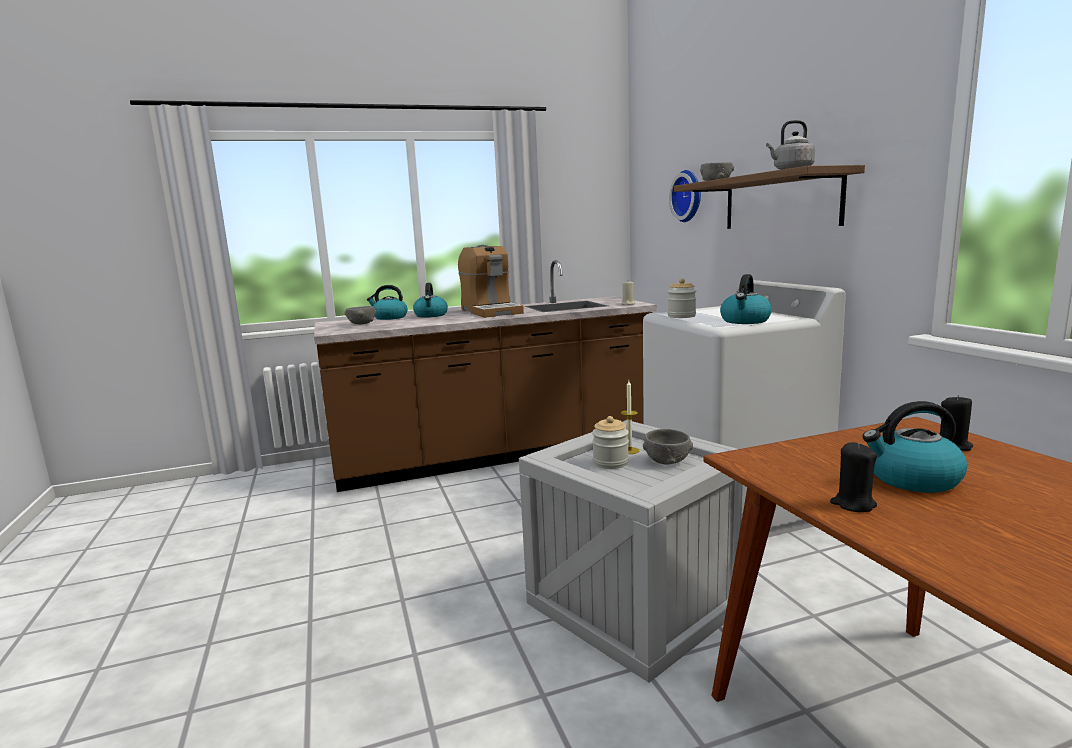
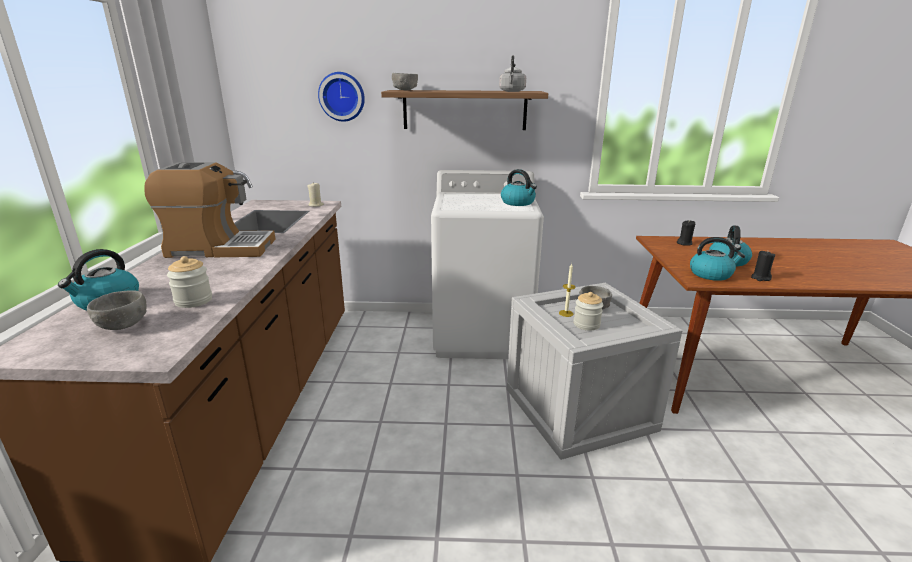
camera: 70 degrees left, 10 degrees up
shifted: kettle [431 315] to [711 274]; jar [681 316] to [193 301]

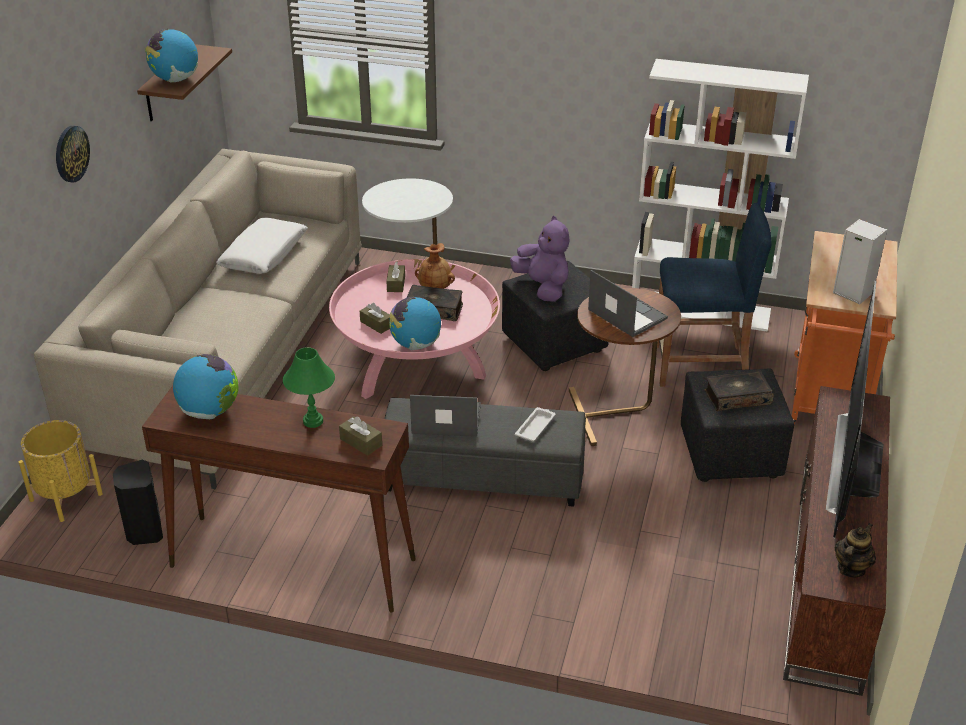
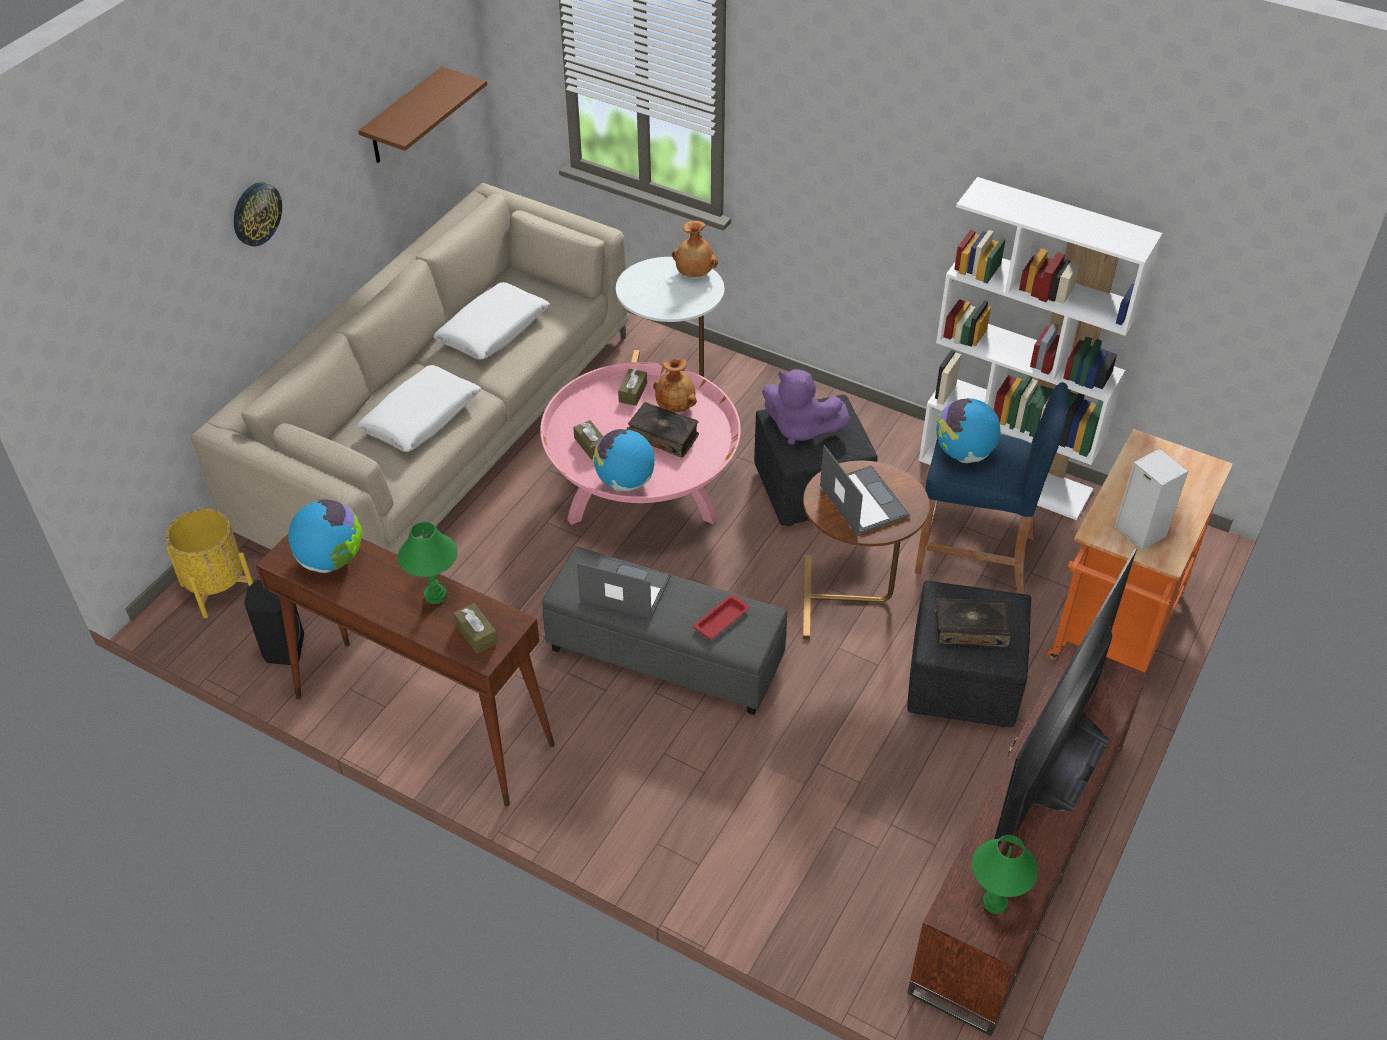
camera: 15 degrees right, 10 degrees up
new: white pillow [421 418]; brown vase [694 273]
shifted: globe [175 80] to [963 453]
swapped: teapot [850 568] to green table lamp [995 902]
repainted: white tray [535 427] to red tray [722 619]
rotated: purple plush toy [543 287] = [800 428] 135 degrees clockwise

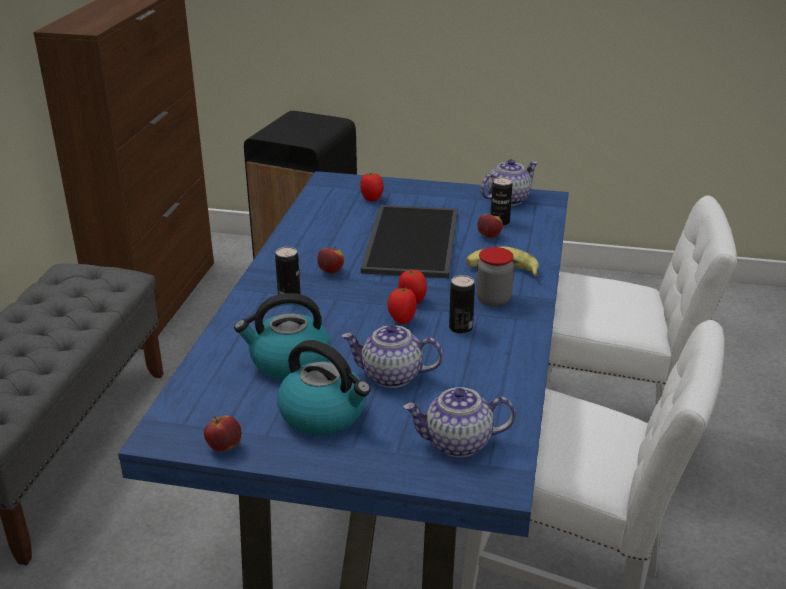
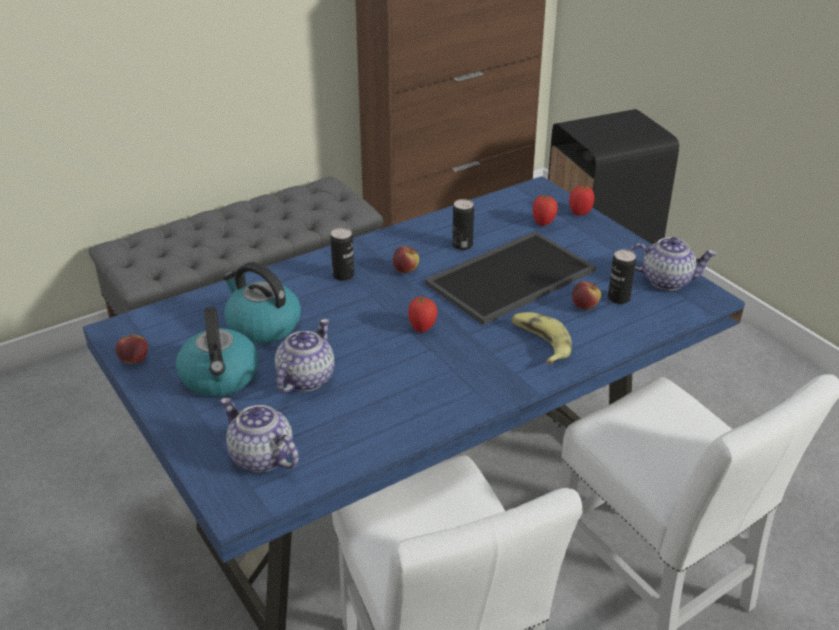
camera: 45 degrees right, 5 degrees up
gone: jar [493 299]
shifted: tomato [401 320] to [580 212]; can [460 328] to [462 245]
rotated: teapot [391 376] = [305 378] 60 degrees clockwise

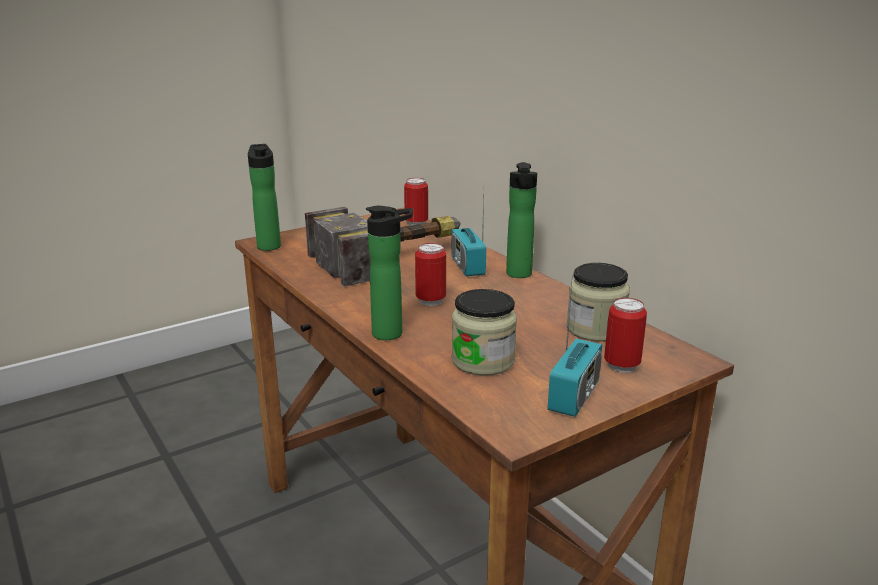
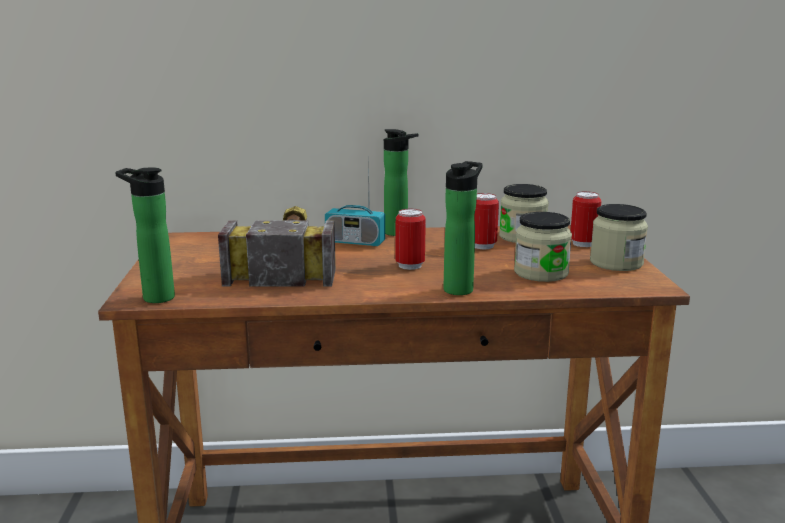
camera: 60 degrees left, 5 degrees down
shifted: can [416 223] to [482 246]
swapped: radio [574 396] to jar [616 263]

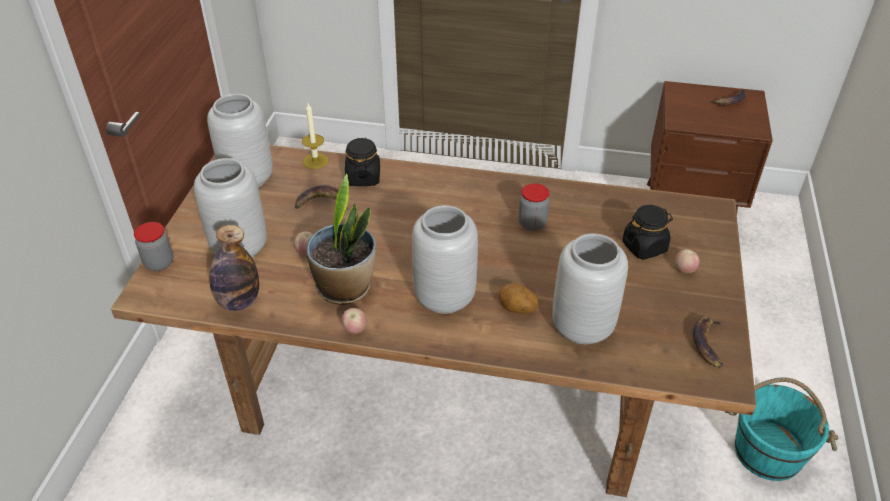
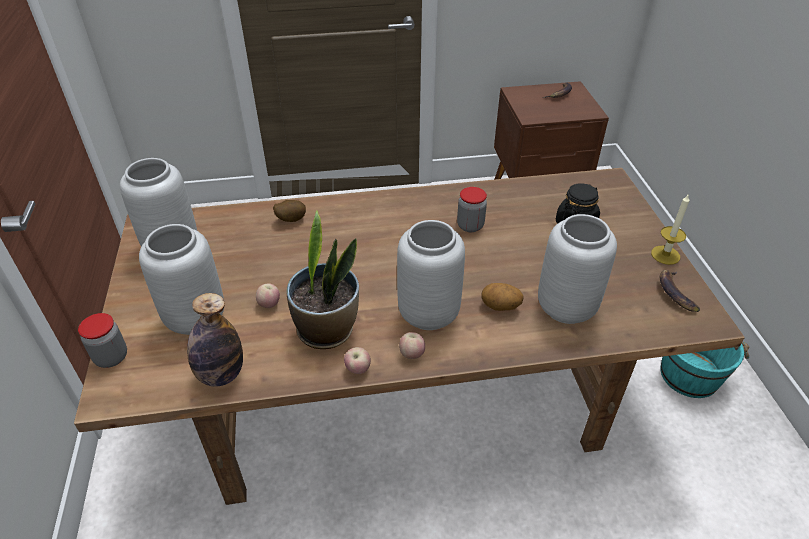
camera: 20 degrees left, 0 degrees up
gone: banana [322 202]
shifted: candle [315 161] to [665 255]; apple [684 270] to [412 354]
swapped: black jar [363 177] to potato [291 219]

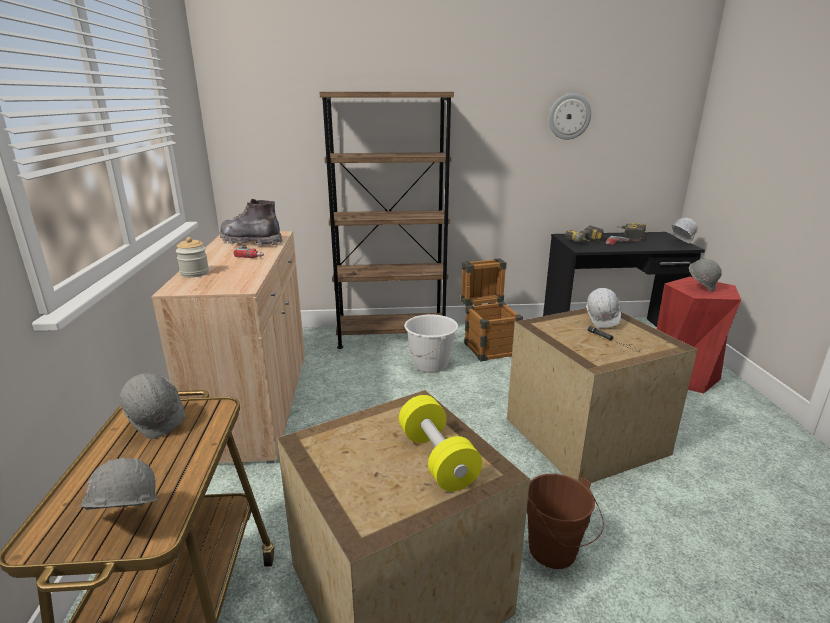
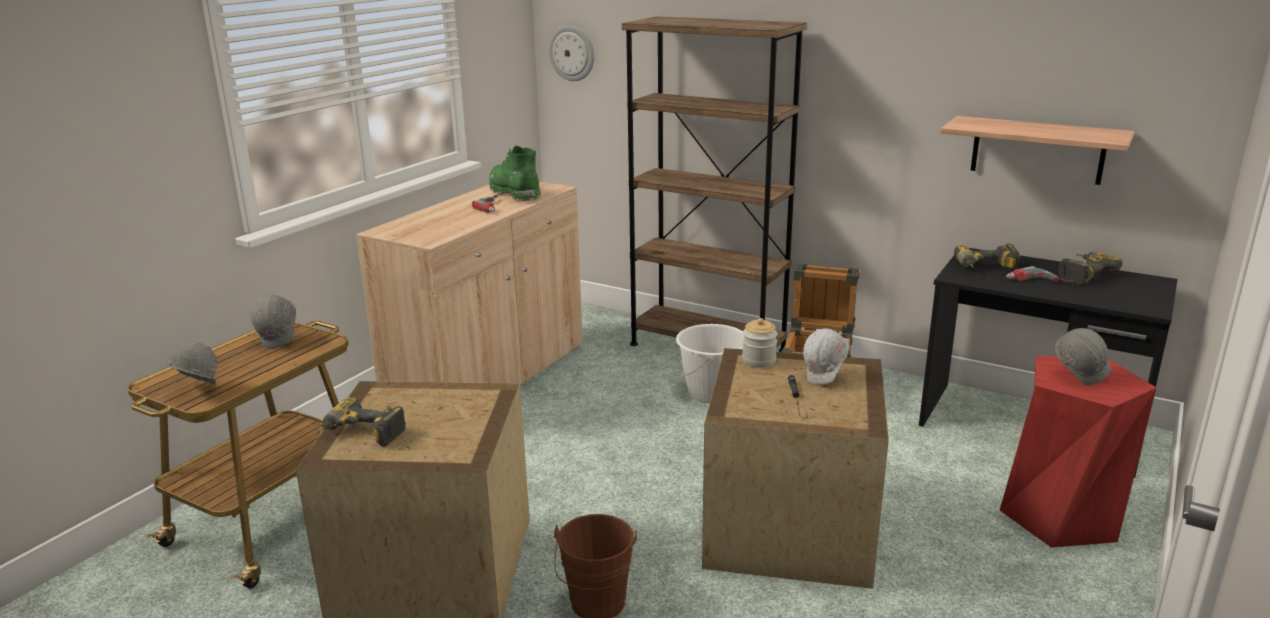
camera: 35 degrees right, 0 degrees up
gone: yellow dumbbell [437 459]; white hard hat [680 244]
new: power drill [360 436]; shelf [1037 150]
shifted: jar [195 273] to [759 360]; wall clock [569 116] to [572 53]
repainted: grey boot [251 242] to green boot [515 193]

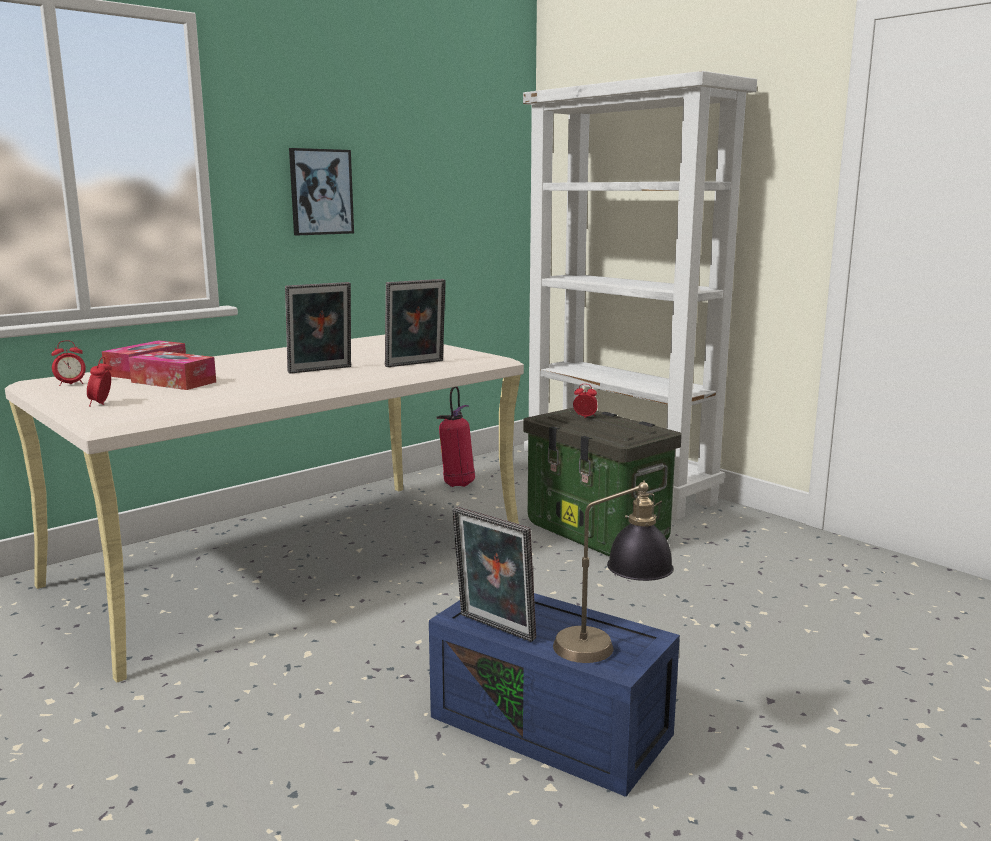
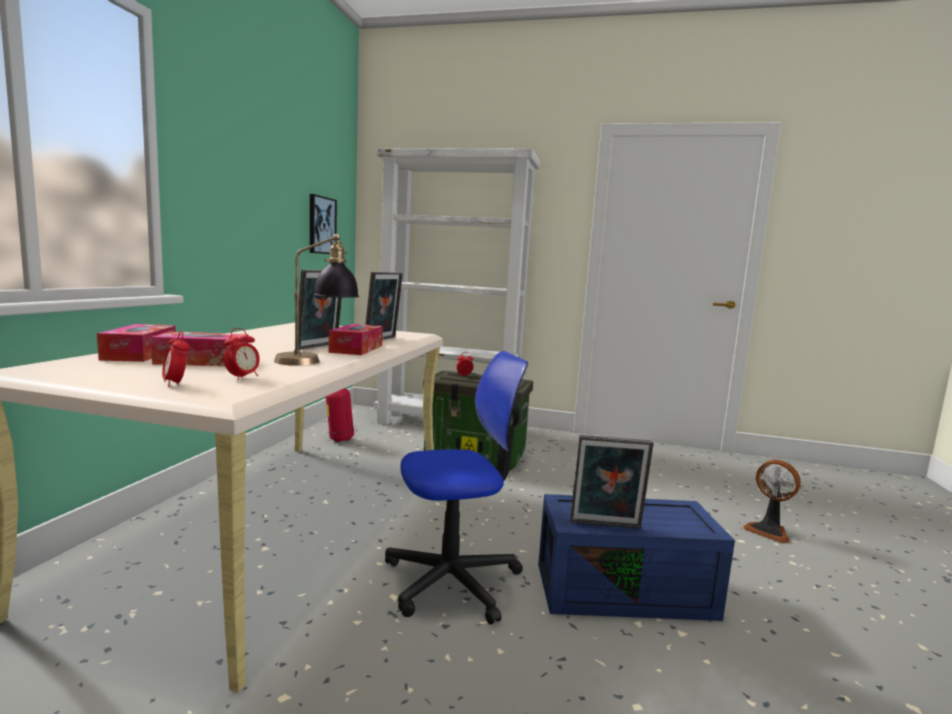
camera: 35 degrees left, 5 degrees down
new: tissue box [356 349]; office chair [452 580]; fan [769 531]
shifted: alarm clock [71 384] to [242 377]; picture [320 192] to [321 225]; table lamp [610 651] to [317 361]

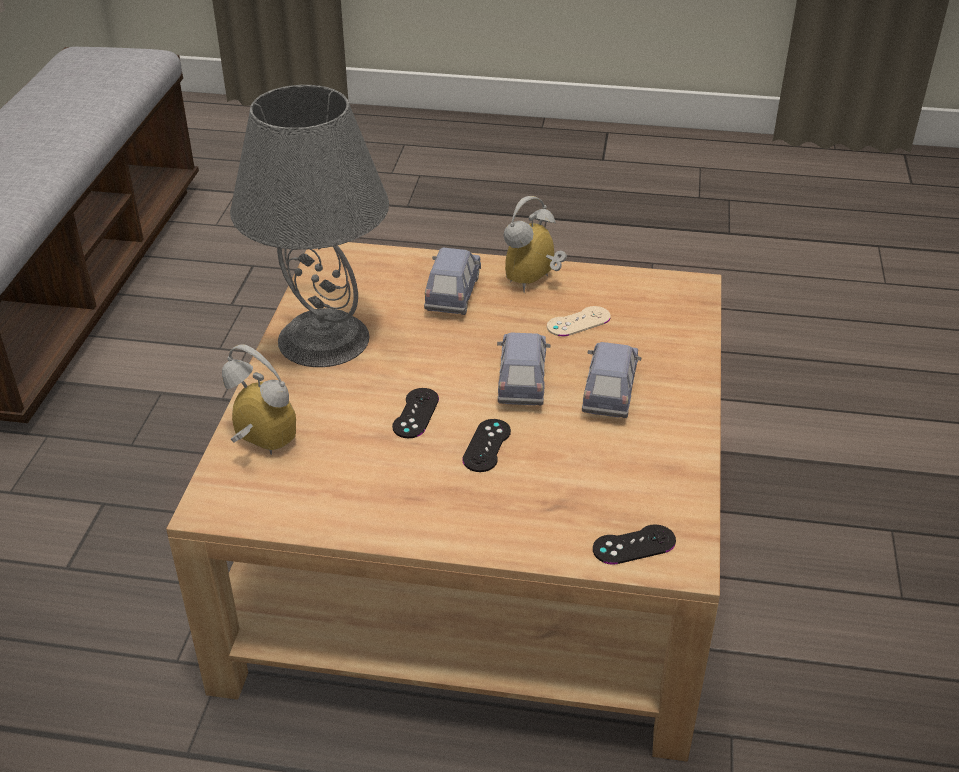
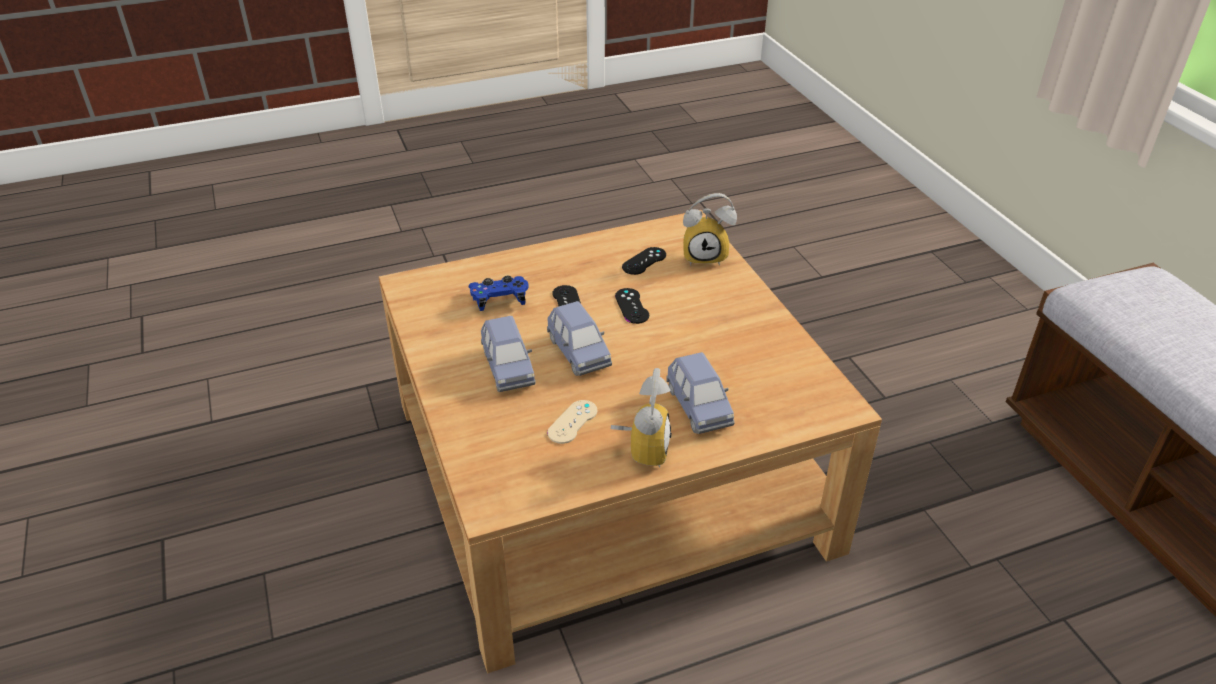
camera: 150 degrees right, 0 degrees up
gone: grey table lamp [325 338]
new: blue game controller [499 300]
shifted: black game controller [634 545] to [644 261]

